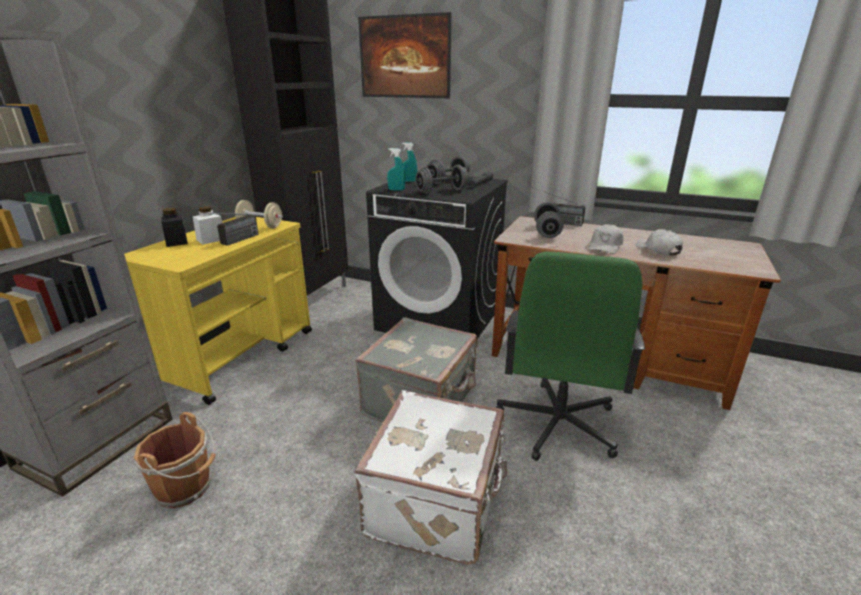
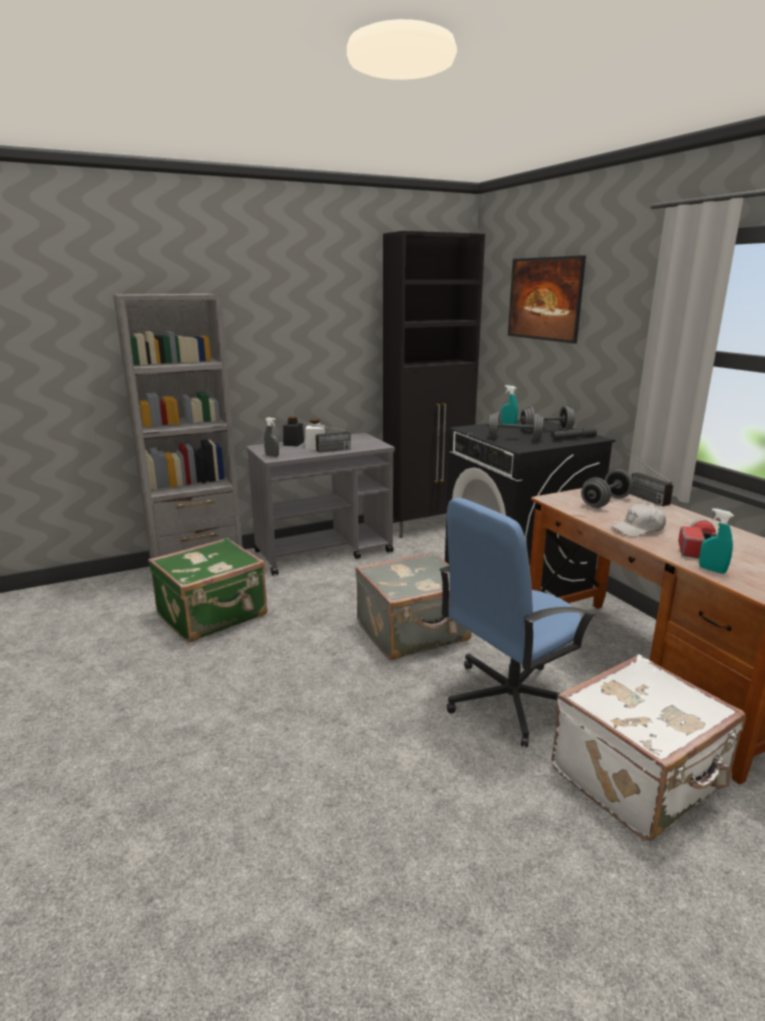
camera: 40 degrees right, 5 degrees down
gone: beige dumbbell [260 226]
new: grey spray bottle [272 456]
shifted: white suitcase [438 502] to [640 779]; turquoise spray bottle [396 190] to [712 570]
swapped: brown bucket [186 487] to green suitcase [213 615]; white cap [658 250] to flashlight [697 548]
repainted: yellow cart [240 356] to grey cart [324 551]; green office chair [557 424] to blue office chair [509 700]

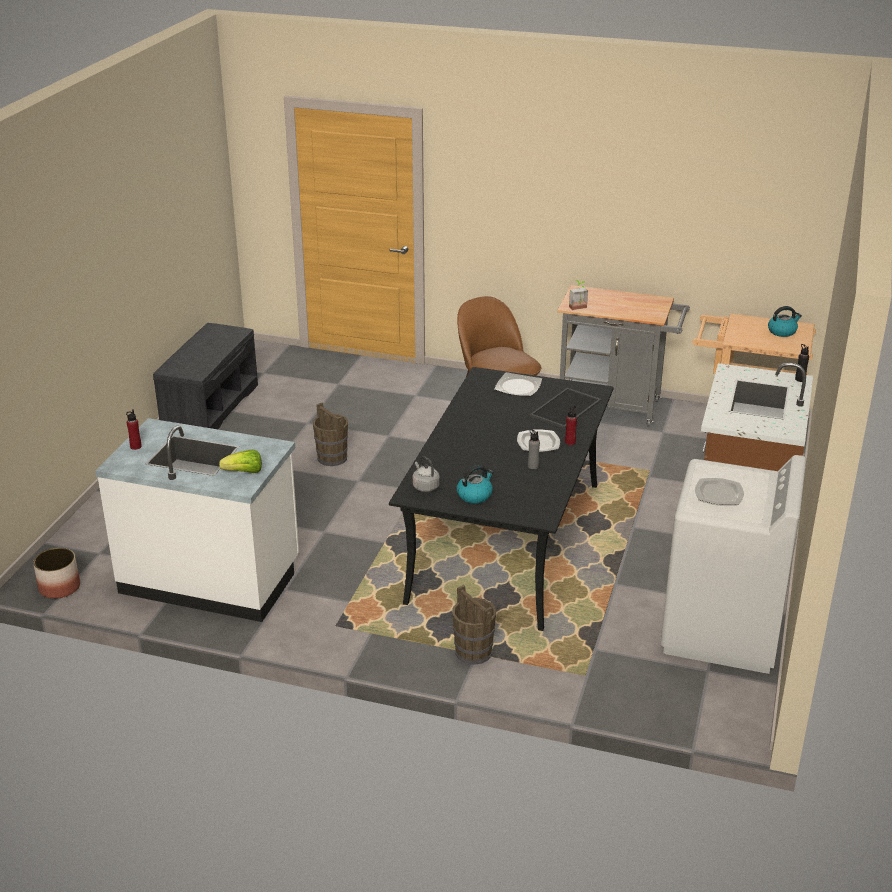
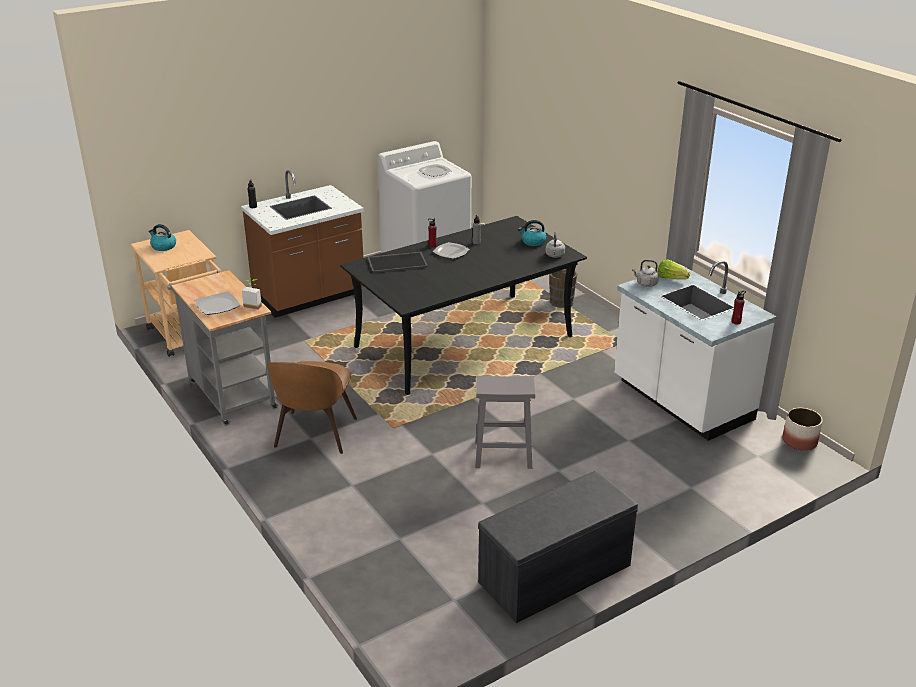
camera: 140 degrees left, 0 degrees up
new: grey kettle [645 283]
shifted: plate [518 387] to [217 305]
swapped: brown bucket [332 458] to grey stool [502 455]

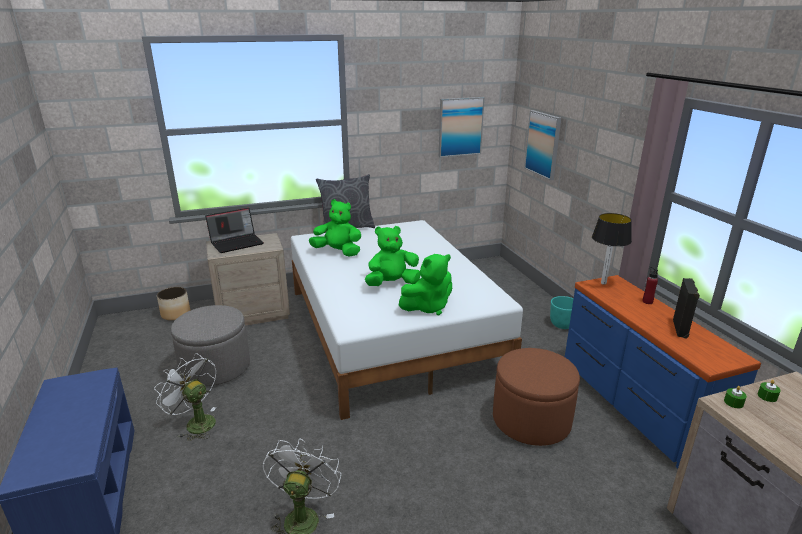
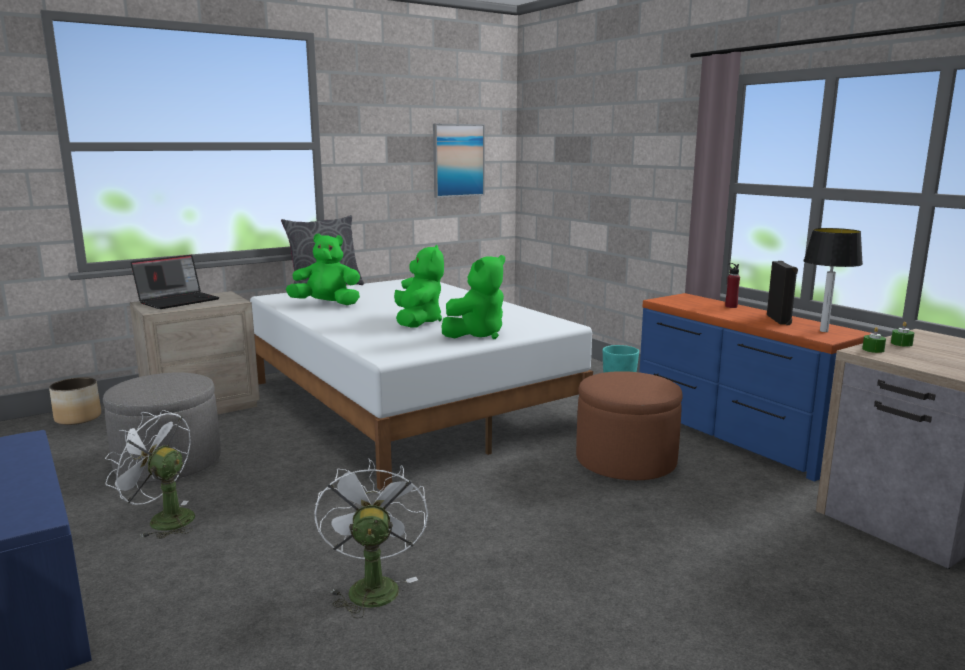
camera: 15 degrees left, 10 degrees down
gone: picture [543 144]
shifted: table lamp [604 283] to [824 331]
rotated: green plush toy [392 284] = [418 322] 120 degrees clockwise

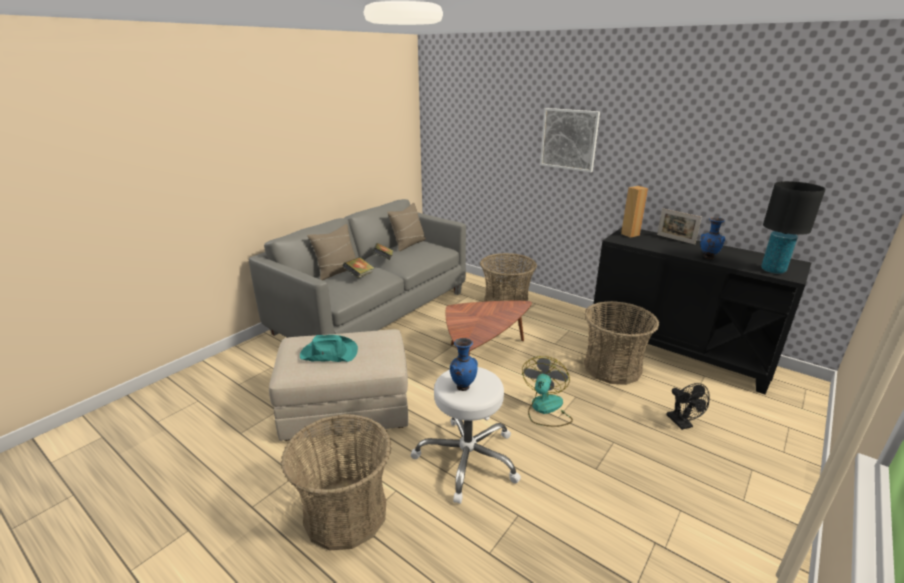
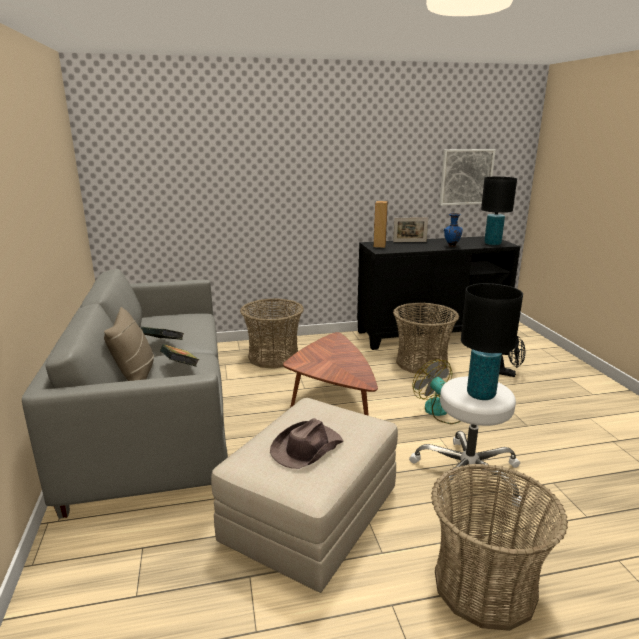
camera: 50 degrees left, 5 degrees down
gone: beige pillow [408 244]
shifted: picture [569 139] to [466 177]
swapped: blue vase [462 387] to black table lamp [480 394]
repainted: turquoise hat [328 353] to brown hat [306 448]

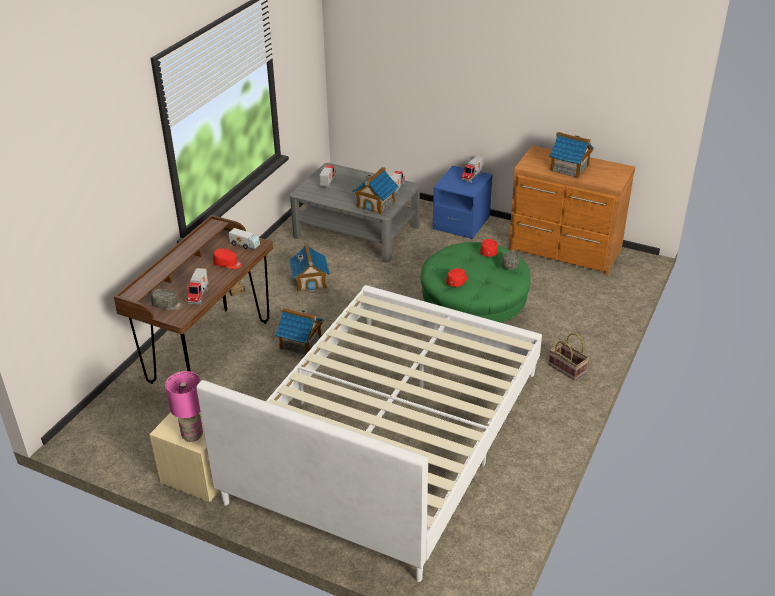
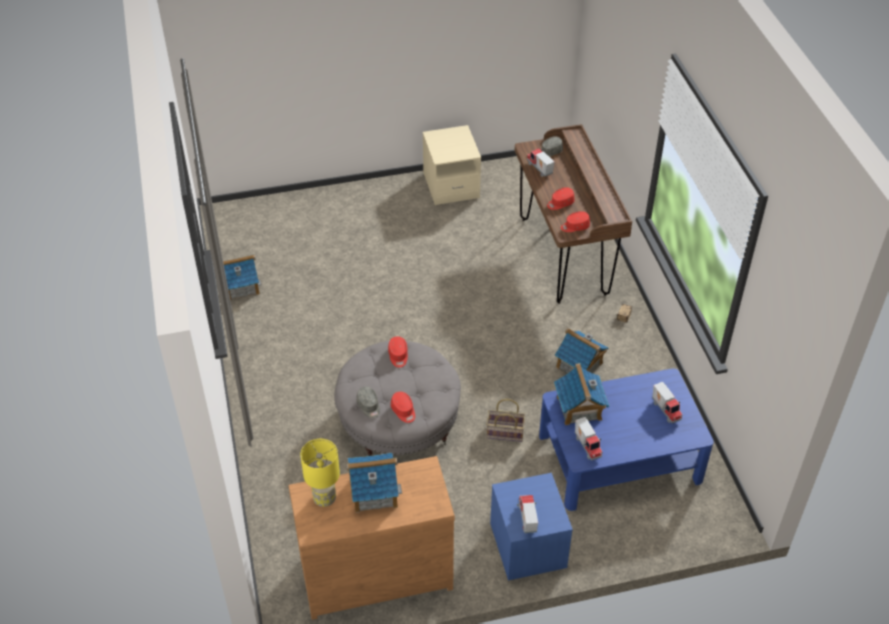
camera: 140 degrees right, 10 degrees up
gone: pink table lamp [192 435]; white bed [388 434]
new: yellow table lamp [324 498]
shifted: toy house [300 342] to [240 286]; basket [568 369] to [504 433]
swapped: toy truck [245 244] to red cap [575 226]
repainted: grey coffee table [356 231] to blue coffee table [619 457]; green ottoman [473 311] to grey ottoman [399 422]

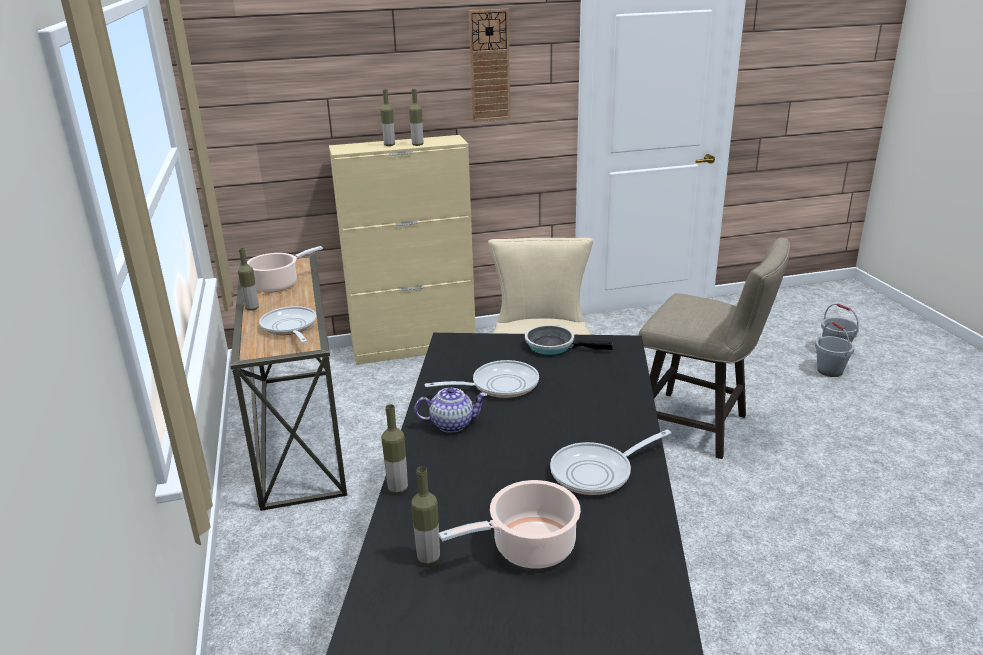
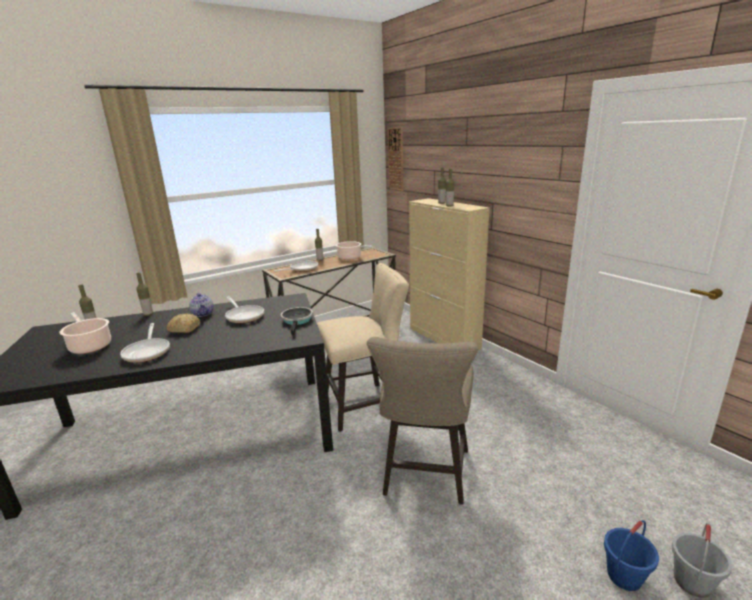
camera: 70 degrees right, 5 degrees down
new: bread [184 329]
shifted: wall clock [489 66] to [396 159]
repainted: grey bucket [830 371] to blue bucket [624 576]
rotated: frying pan [597 472] = [148 352] 150 degrees counterclockwise

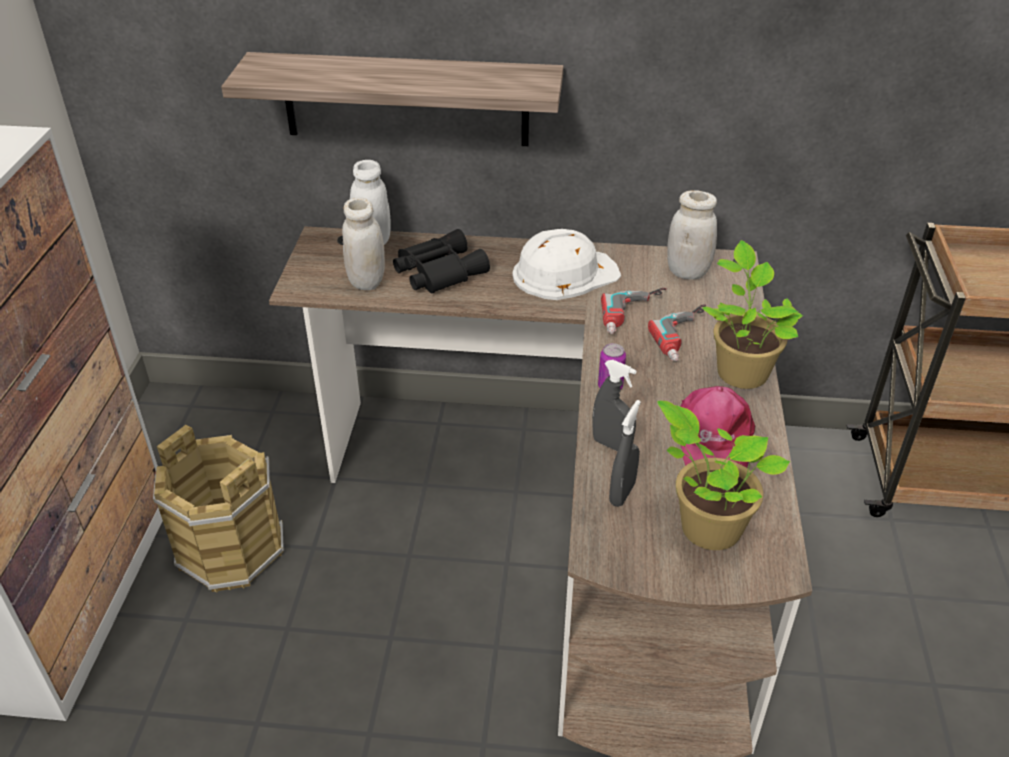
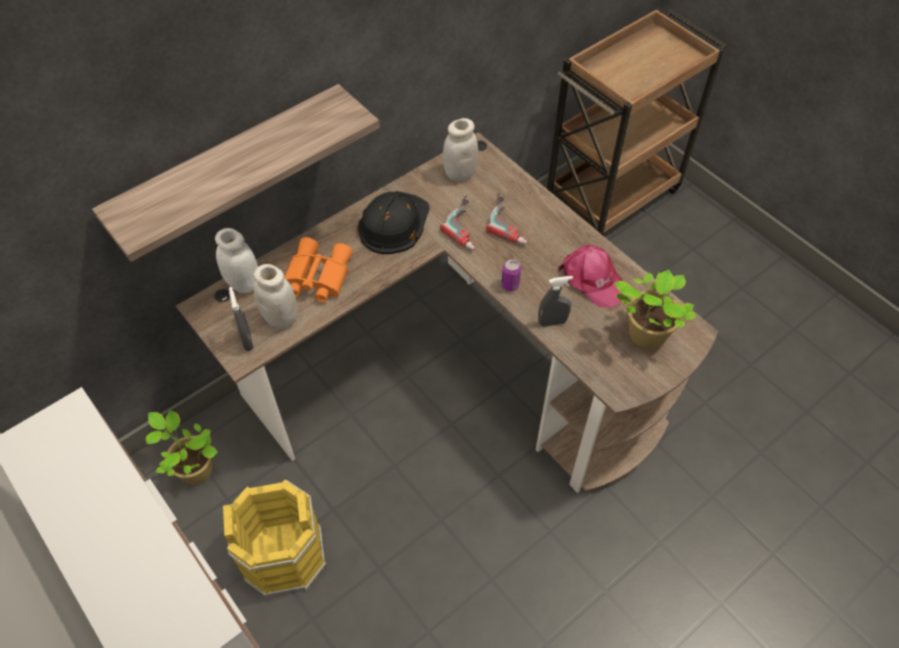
camera: 45 degrees left, 15 degrees up
shifted: grey spray bottle [622 493] to [247 340]; potted plant [740 370] to [194 468]
repainted: brown bucket [231 549] to yellow bucket [284 554]; black binoculars [437 271] to orange binoculars [316 277]; white hard hat [564 273] to black hard hat [393 223]

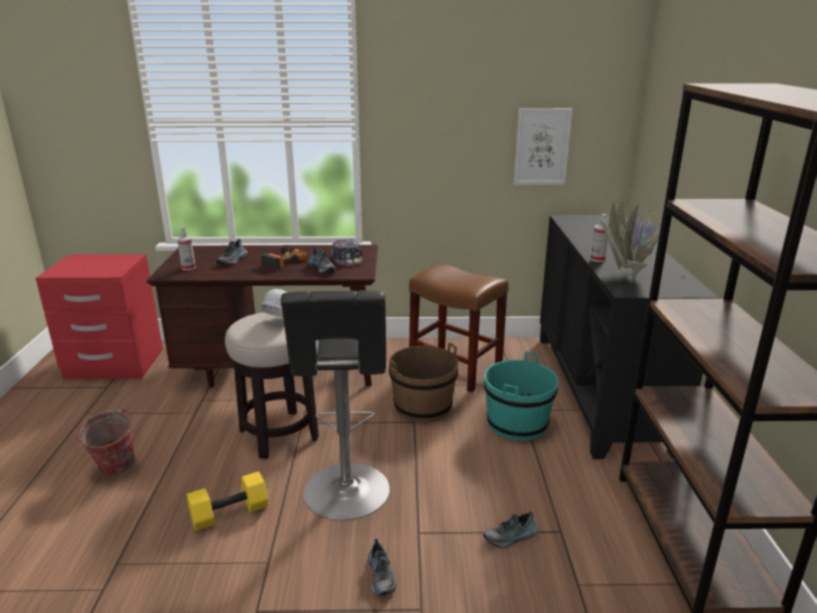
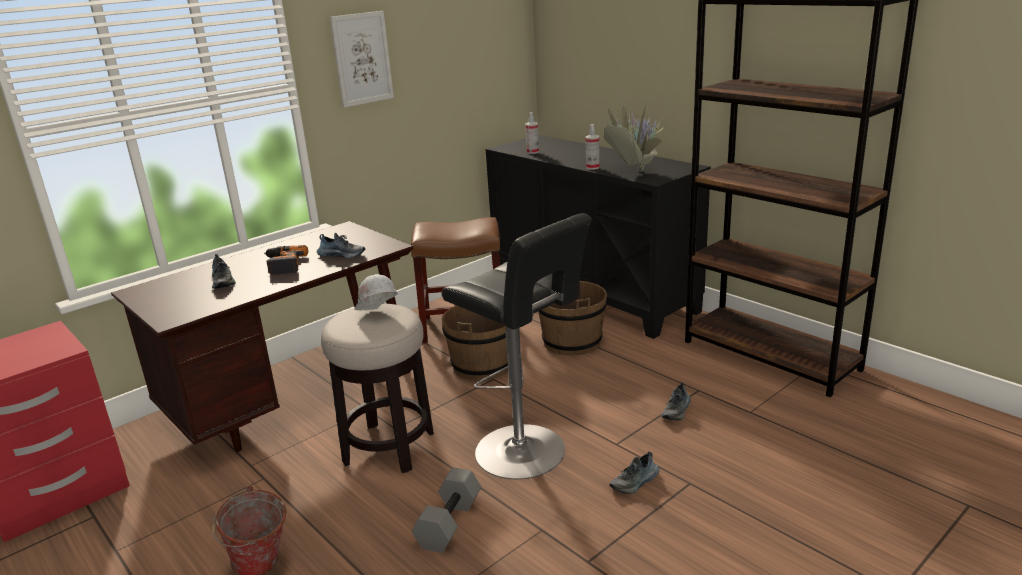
camera: 40 degrees left, 0 degrees up
gone: cap [347 259]
shifted: spray bottle [188 268] to [532 152]; picture [542 147] to [362 59]
repainted: yellow dumbbell [230 512] to grey dumbbell [448 522]; turquoise bucket [517 424] to brown bucket [572 342]
rotated: shoe [382 575] = [635 482] 105 degrees clockwise

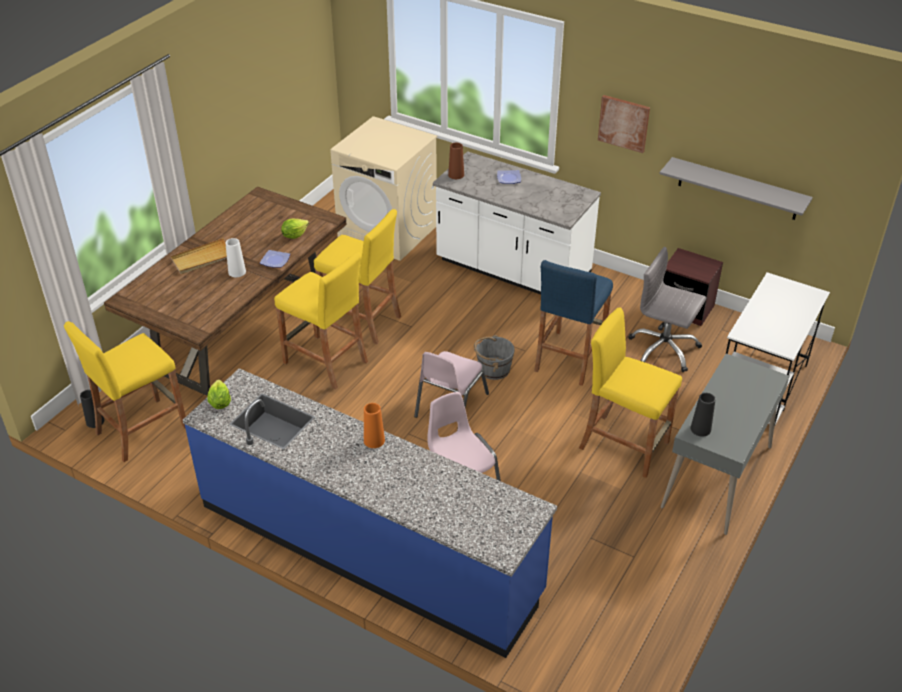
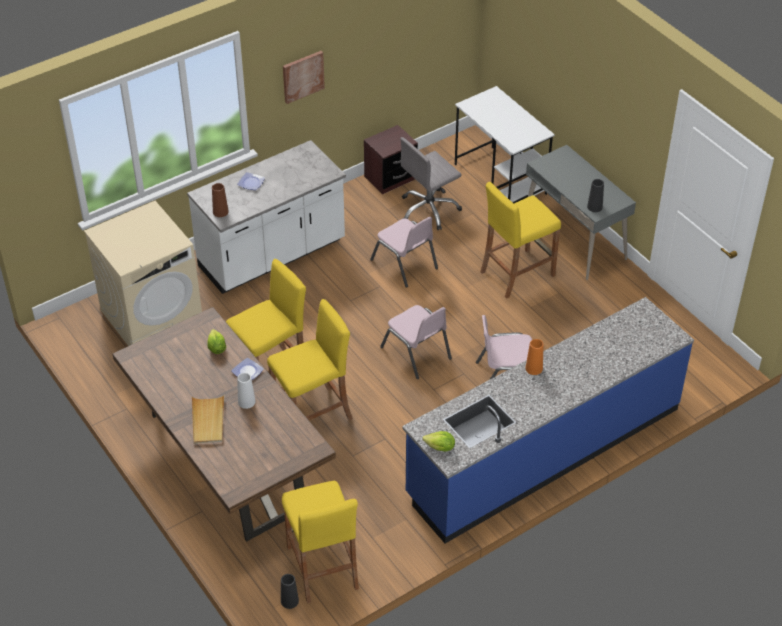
camera: 65 degrees left, 5 degrees up
gone: grey bucket [493 369]; grey shelf [738 189]
swapped: blue stool [569 357] to pink chair [404 264]

